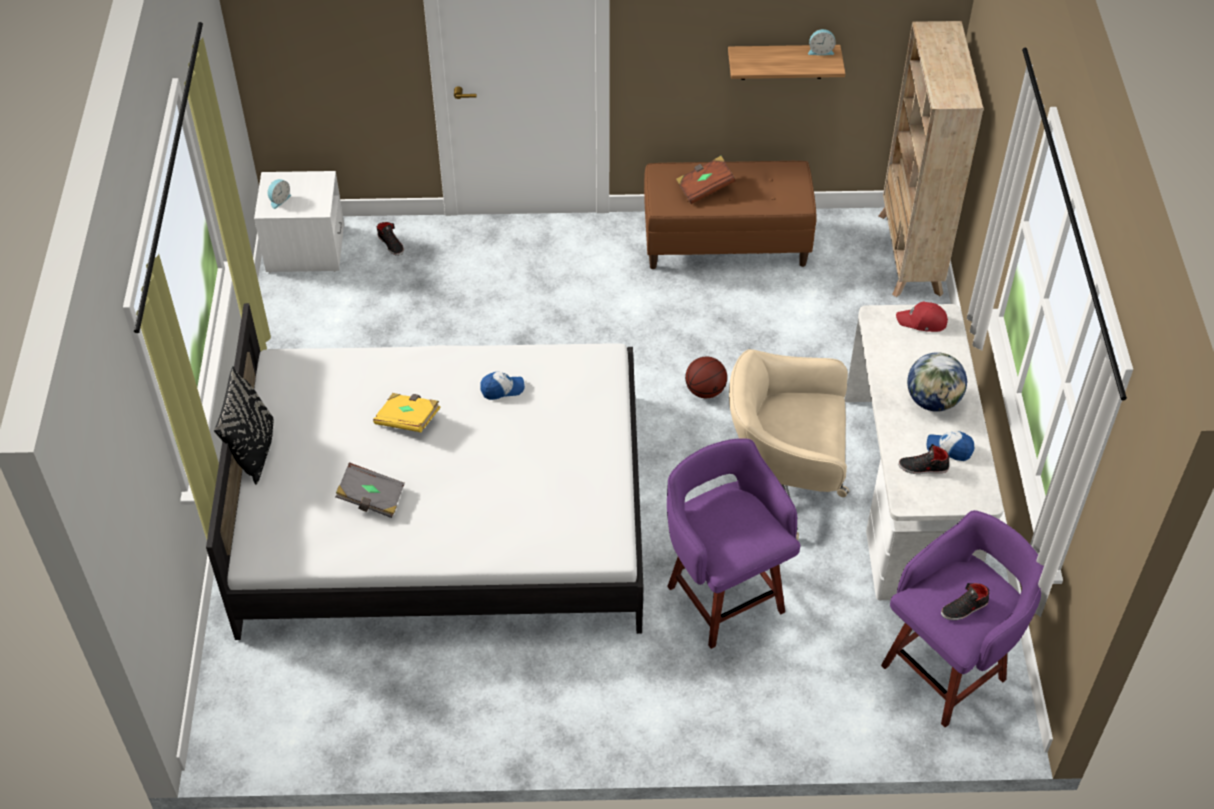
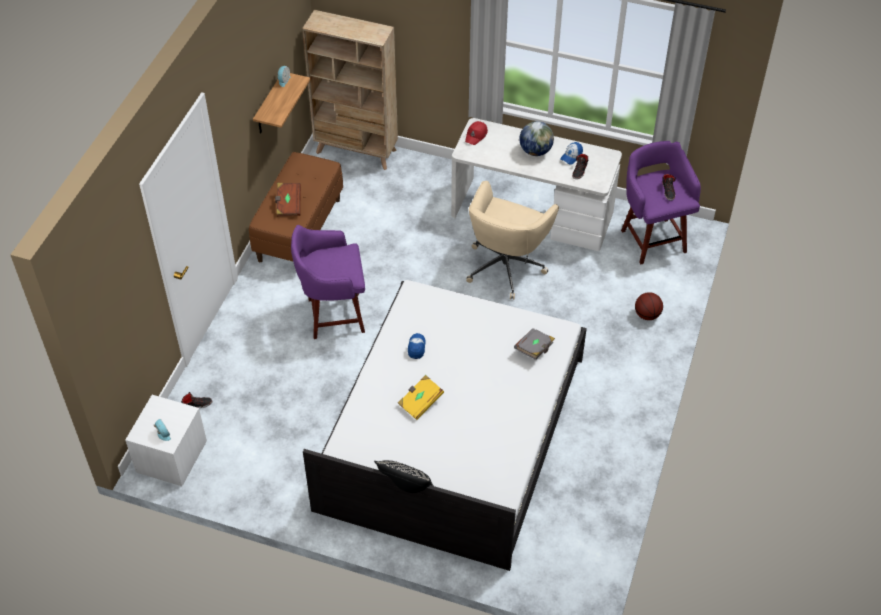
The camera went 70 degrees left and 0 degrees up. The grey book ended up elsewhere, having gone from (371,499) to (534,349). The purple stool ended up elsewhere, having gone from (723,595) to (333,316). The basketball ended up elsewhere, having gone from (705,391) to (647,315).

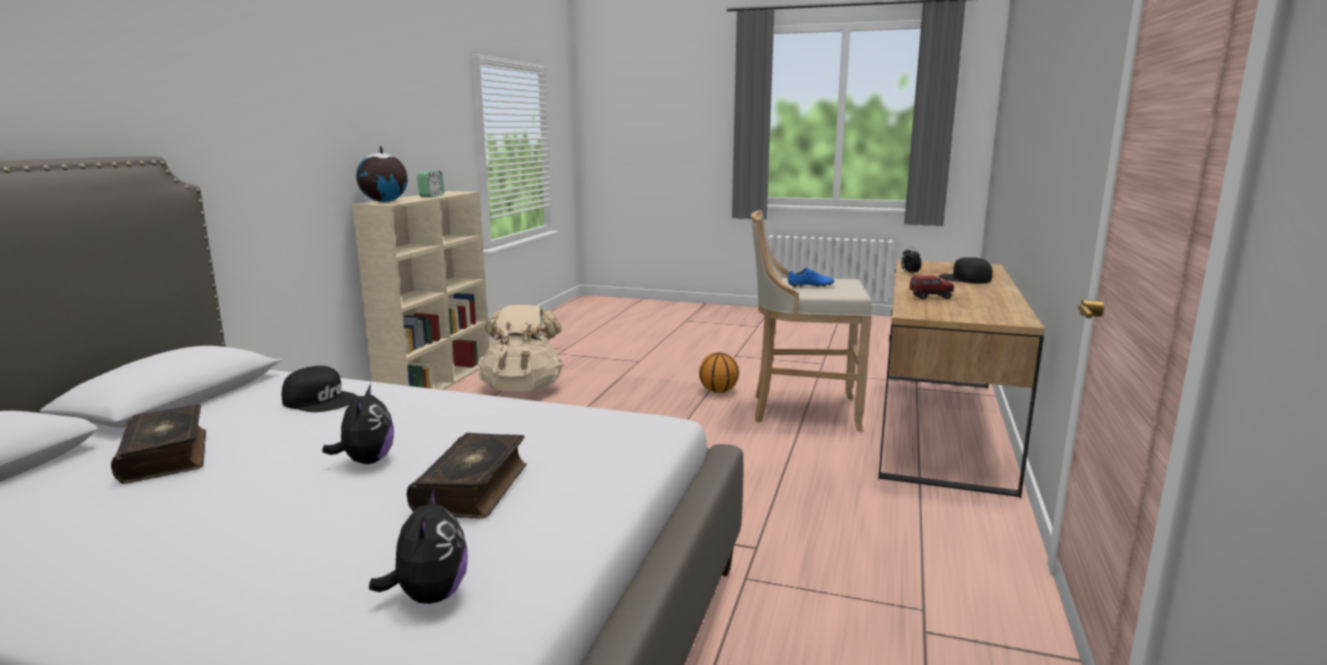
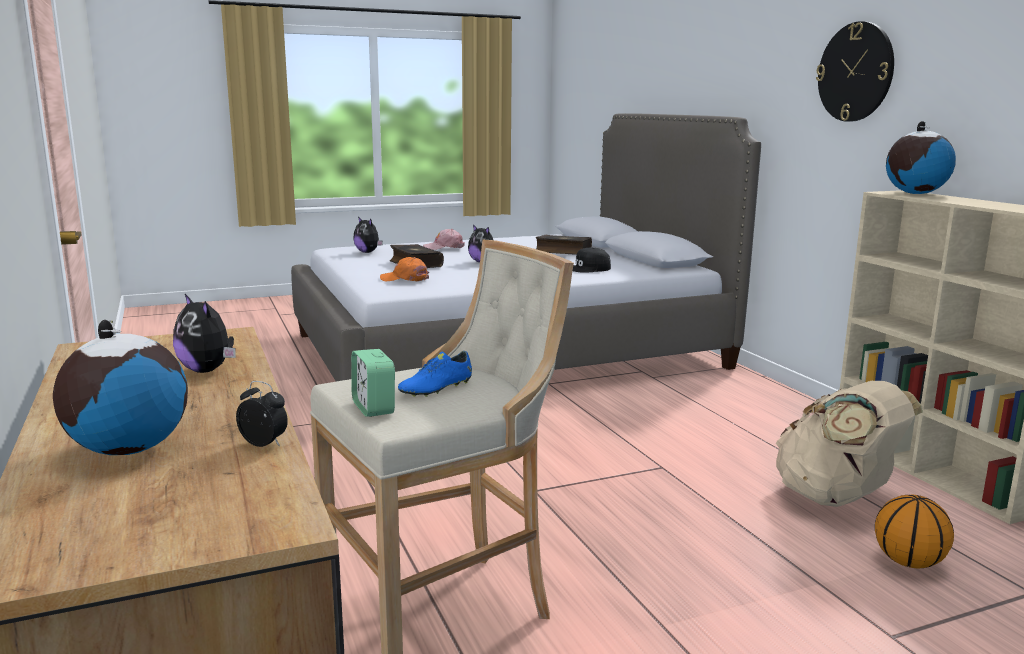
The camera went 140 degrees right and 0 degrees up. The alarm clock ended up elsewhere, having gone from (431,196) to (373,408). The basketball ended up elsewhere, having gone from (718,391) to (909,562). Where the toy truck stood at (930,297), the plush toy came to stand at (208,370). Where the black cap stood at (965,279), the globe came to stand at (128,449). The second view gained the orange cap at (405,279). The second view gained the pink cap at (444,247). The second view gained the wall clock at (855,72).

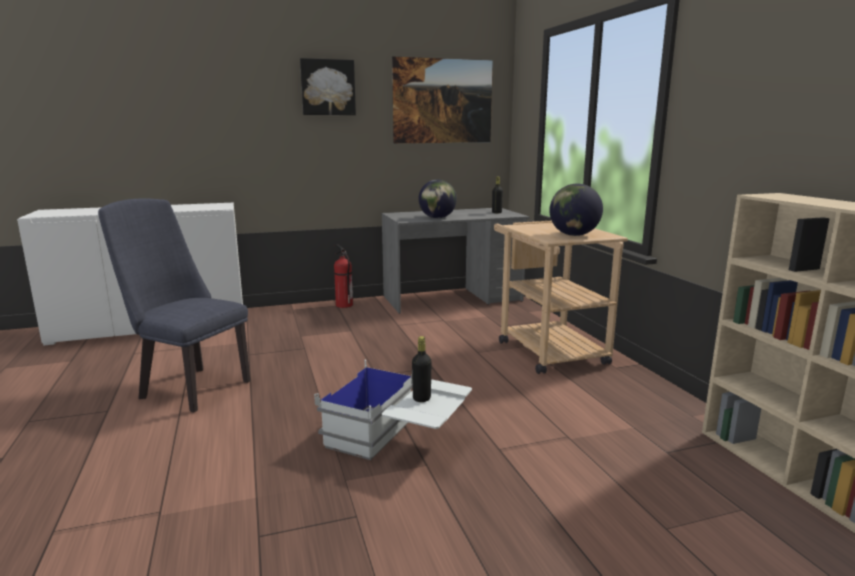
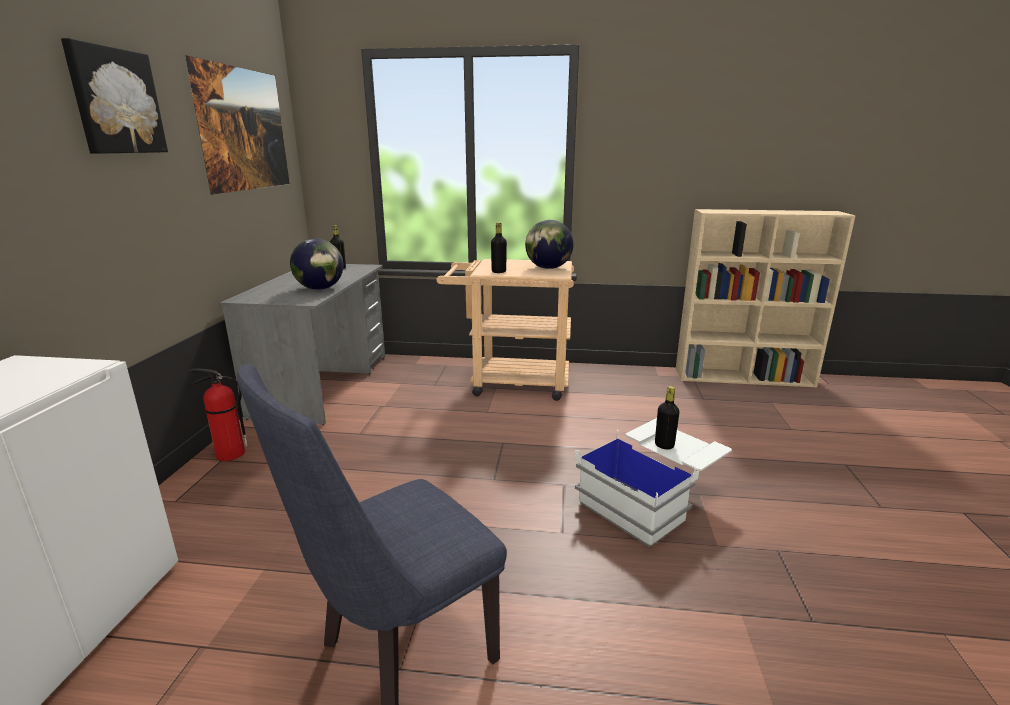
The camera went 65 degrees left and 5 degrees up. The second view gained the black bottle at (498,272).

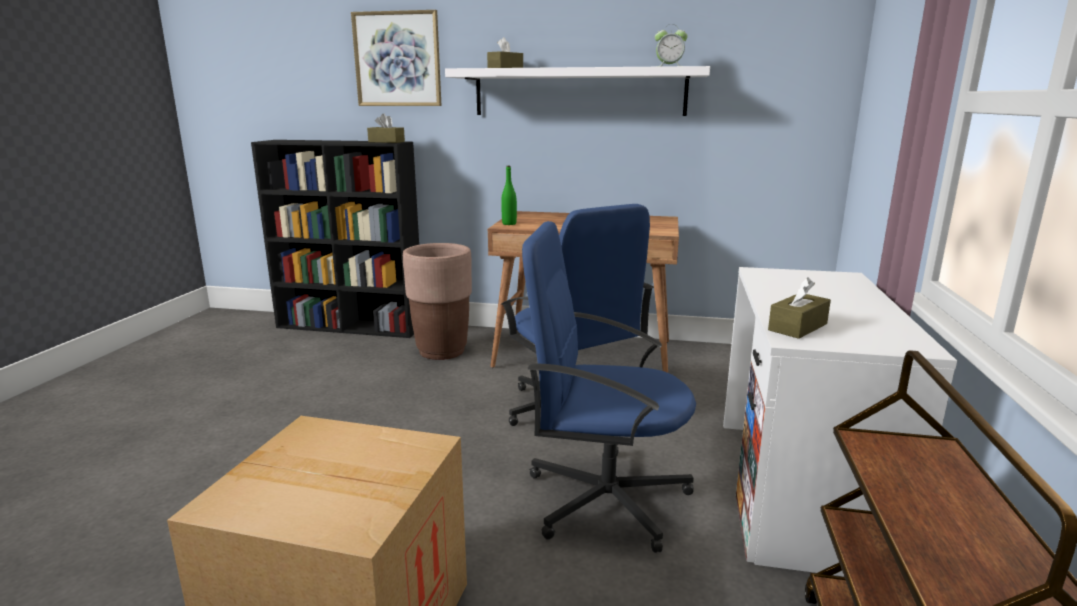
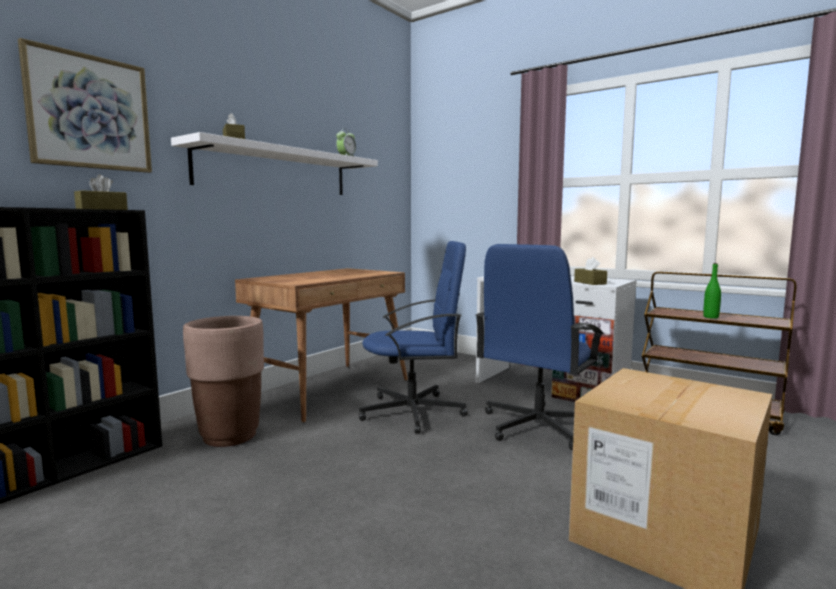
The camera went 65 degrees left and 10 degrees down. The green bottle ended up elsewhere, having gone from (509,224) to (711,317).

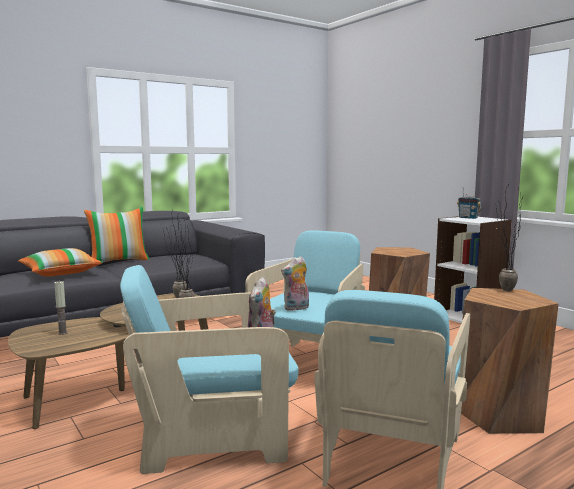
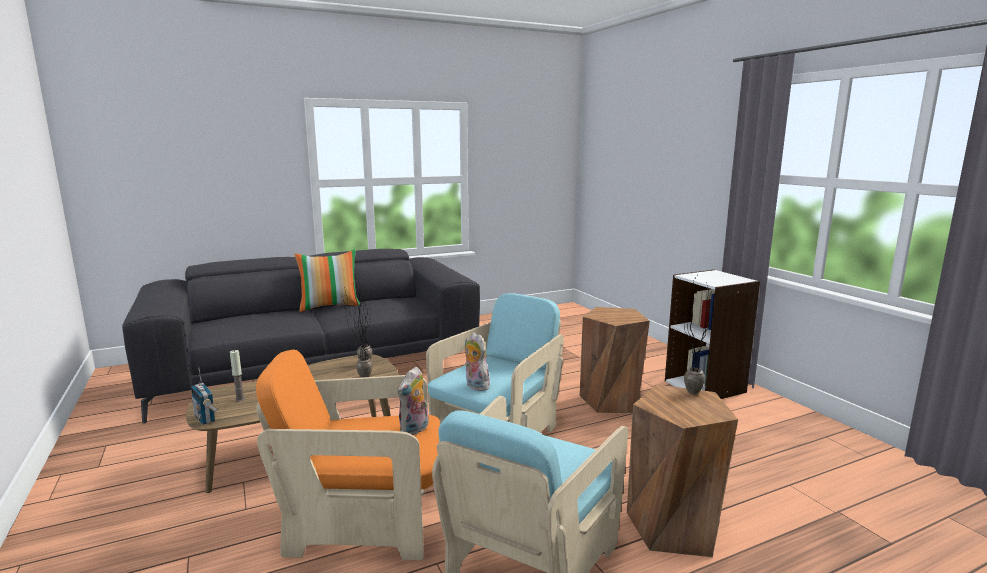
The camera went 10 degrees right and 5 degrees up. The second view lost the pillow at (61,273). What was the turquoise armchair at (212,436) turned into the orange armchair at (364,521). The plush toy at (296,308) ended up facing another way, 75 degrees clockwise from before. The radio ended up elsewhere, having gone from (468,218) to (206,419).

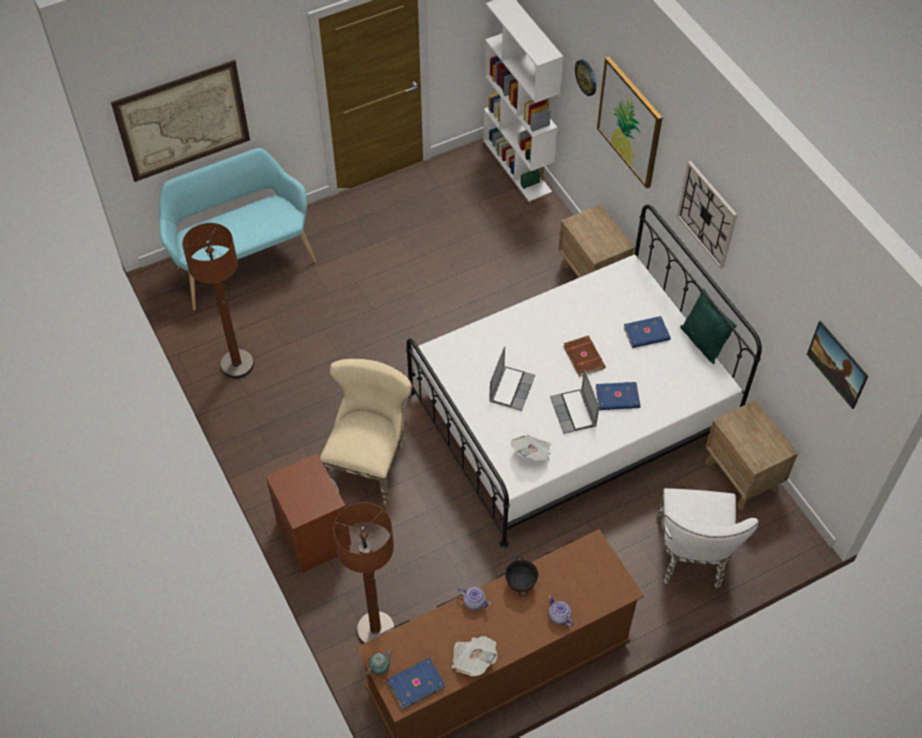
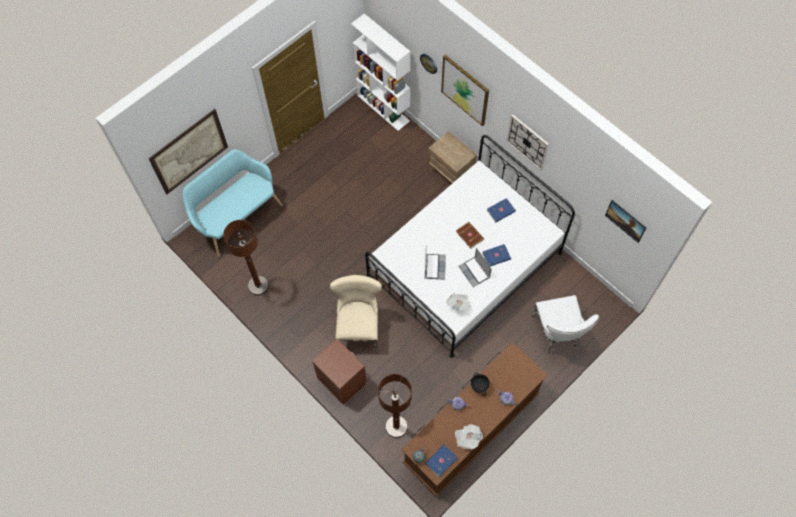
The camera went 15 degrees left and 10 degrees up. The second view lost the green pillow at (702,343). The second view lost the brown nightstand at (742,476).

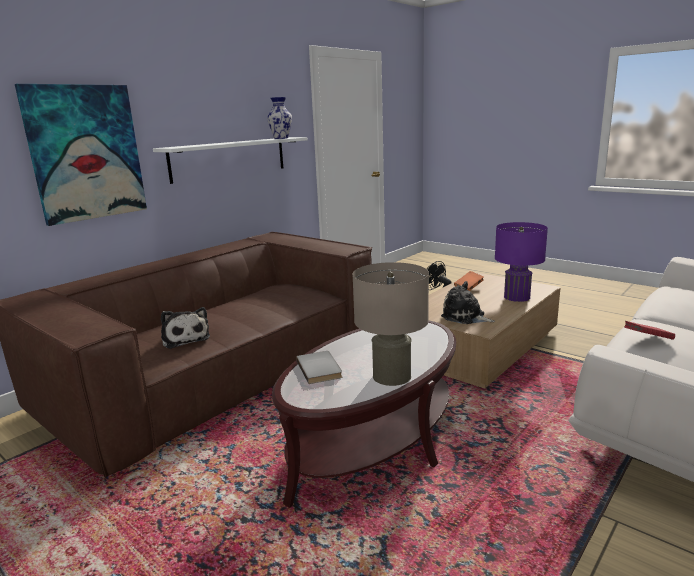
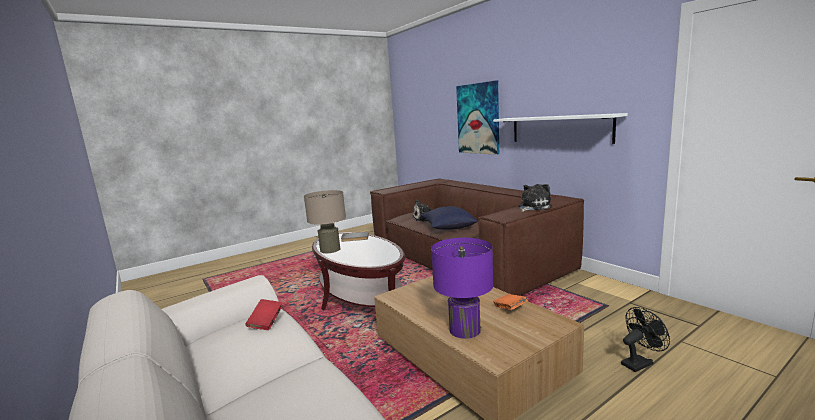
The camera went 105 degrees right and 5 degrees down. The second view lost the vase at (281,138). The plush toy ended up elsewhere, having gone from (465,317) to (532,207). The second view gained the blue pillow at (449,228).

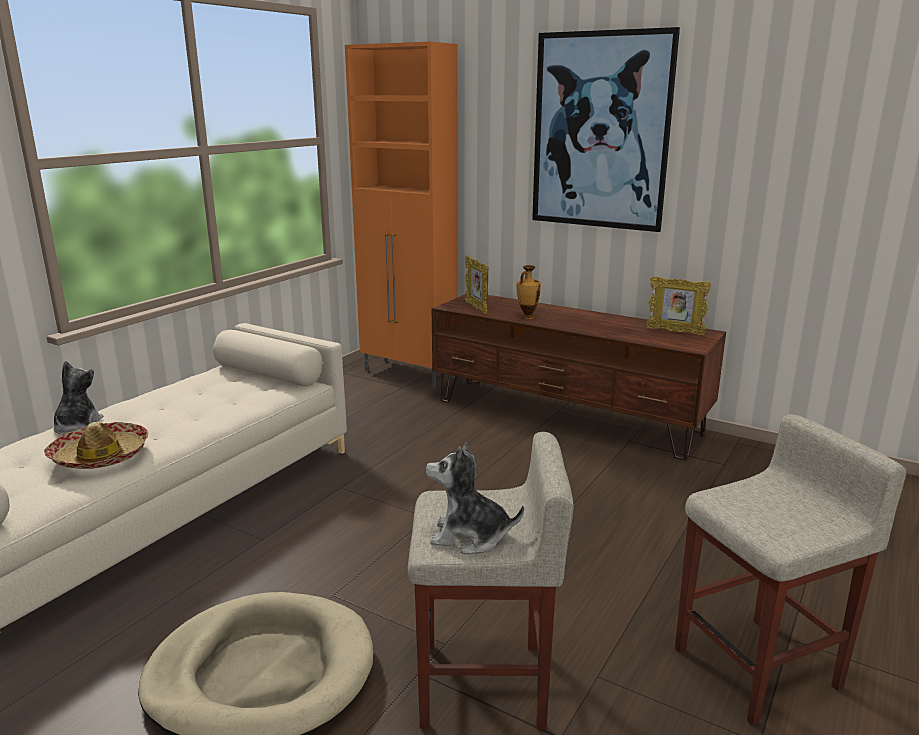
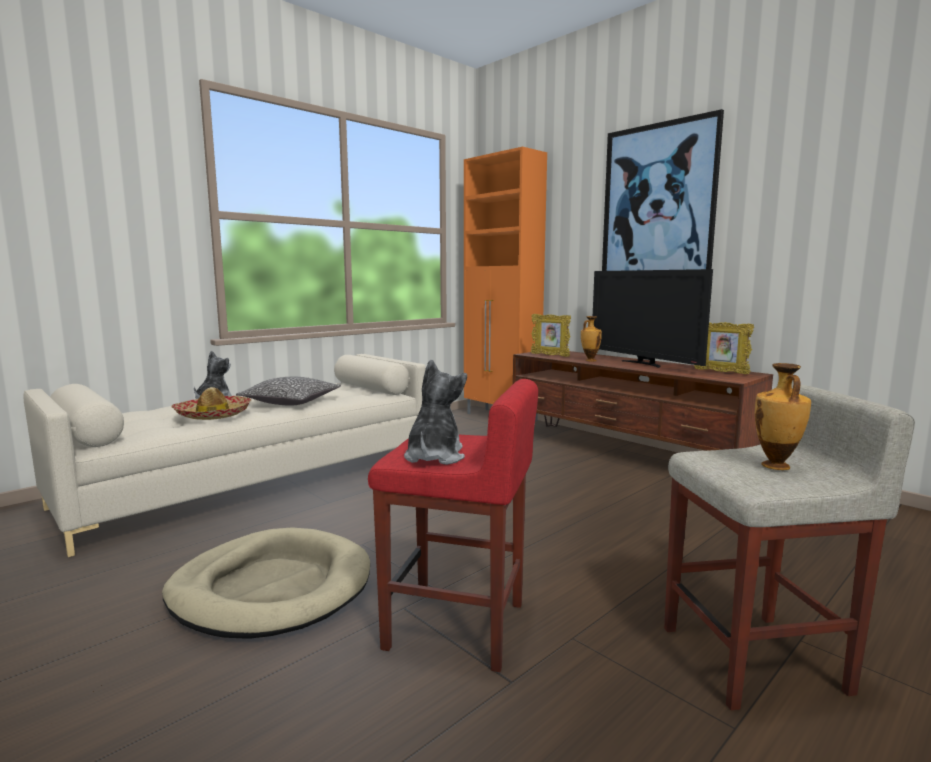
The camera went 15 degrees right and 10 degrees down. What was the beige stool at (484,684) turned into the red stool at (458,626). The plush toy at (470,537) ended up facing another way, 75 degrees clockwise from before. The picture frame at (476,308) ended up facing another way, 45 degrees counterclockwise from before. The second view gained the pillow at (291,402). The second view gained the television at (643,364). The second view gained the vase at (775,466).

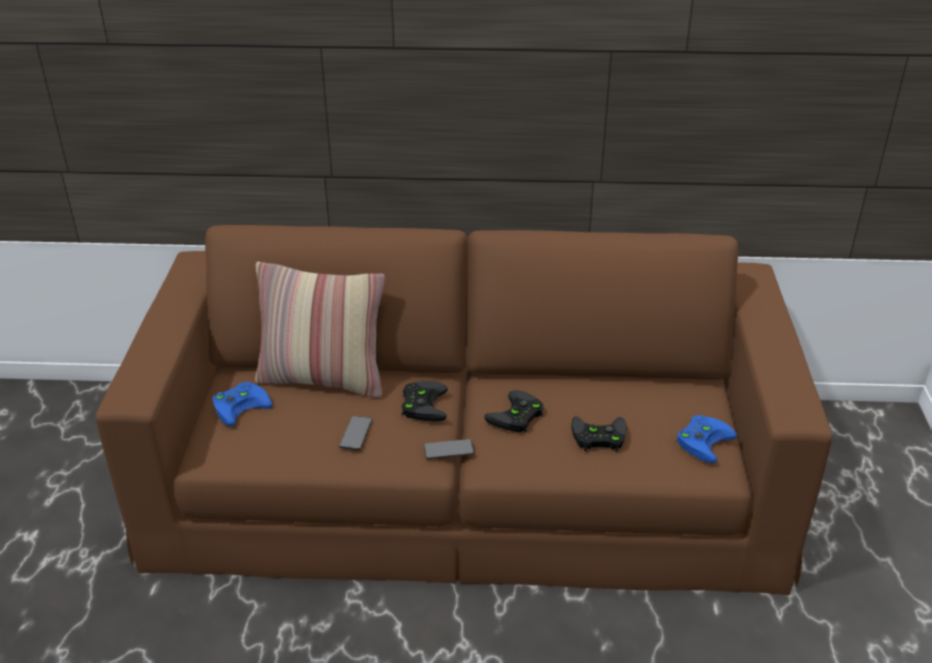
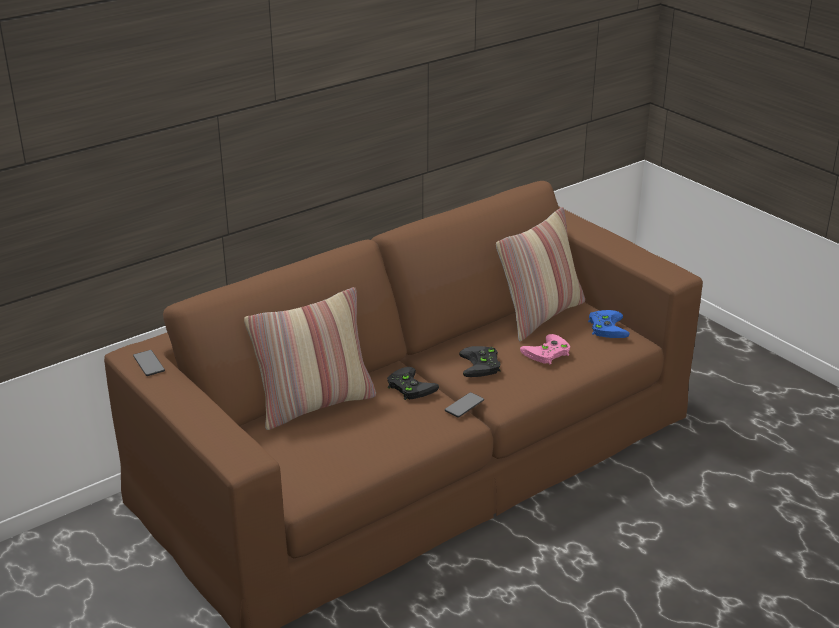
The camera went 40 degrees left and 5 degrees down. The second view lost the blue game controller at (241,404). The phone ended up elsewhere, having gone from (356,433) to (149,364). What was the black game controller at (597,437) turned into the pink game controller at (546,353). The second view gained the pillow at (540,316).

